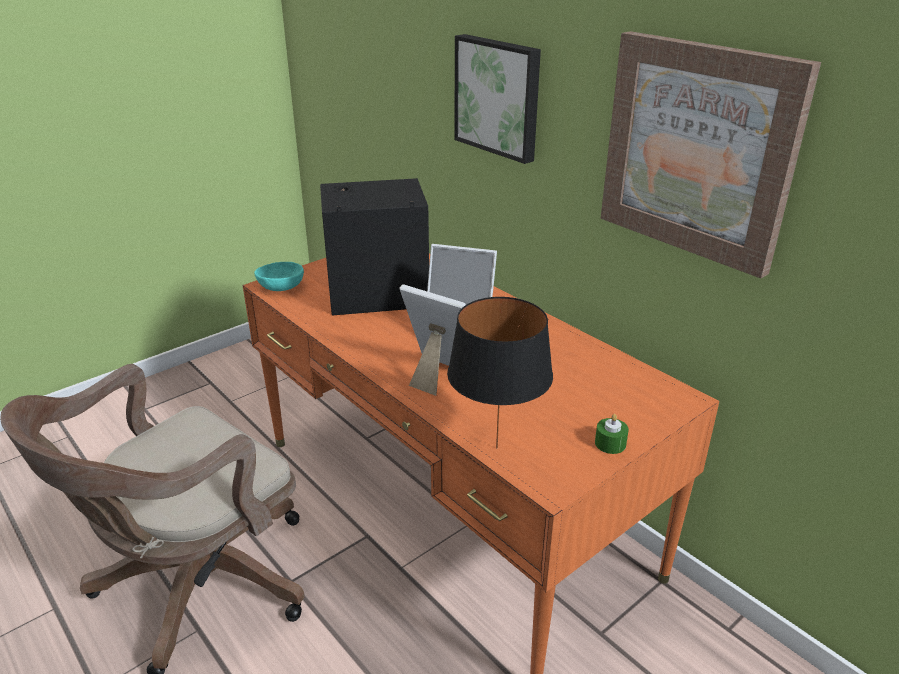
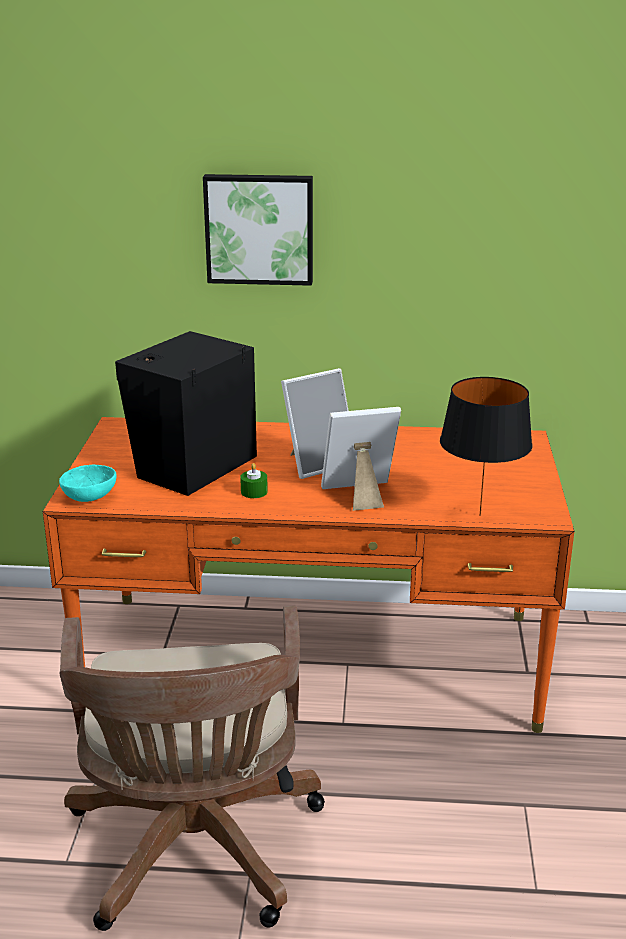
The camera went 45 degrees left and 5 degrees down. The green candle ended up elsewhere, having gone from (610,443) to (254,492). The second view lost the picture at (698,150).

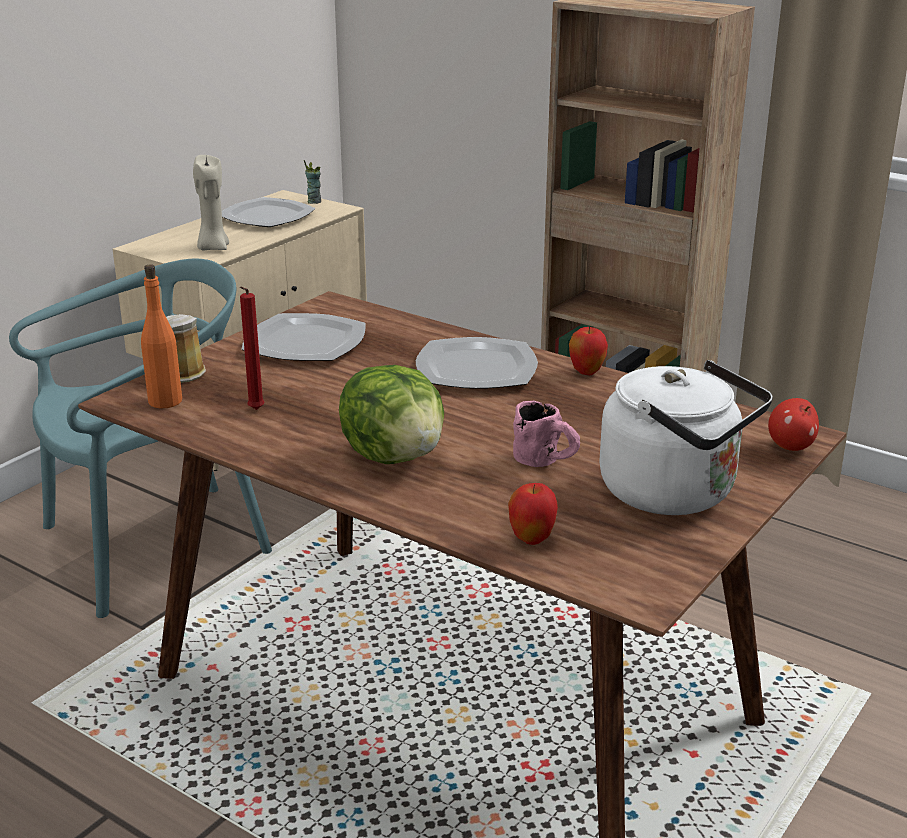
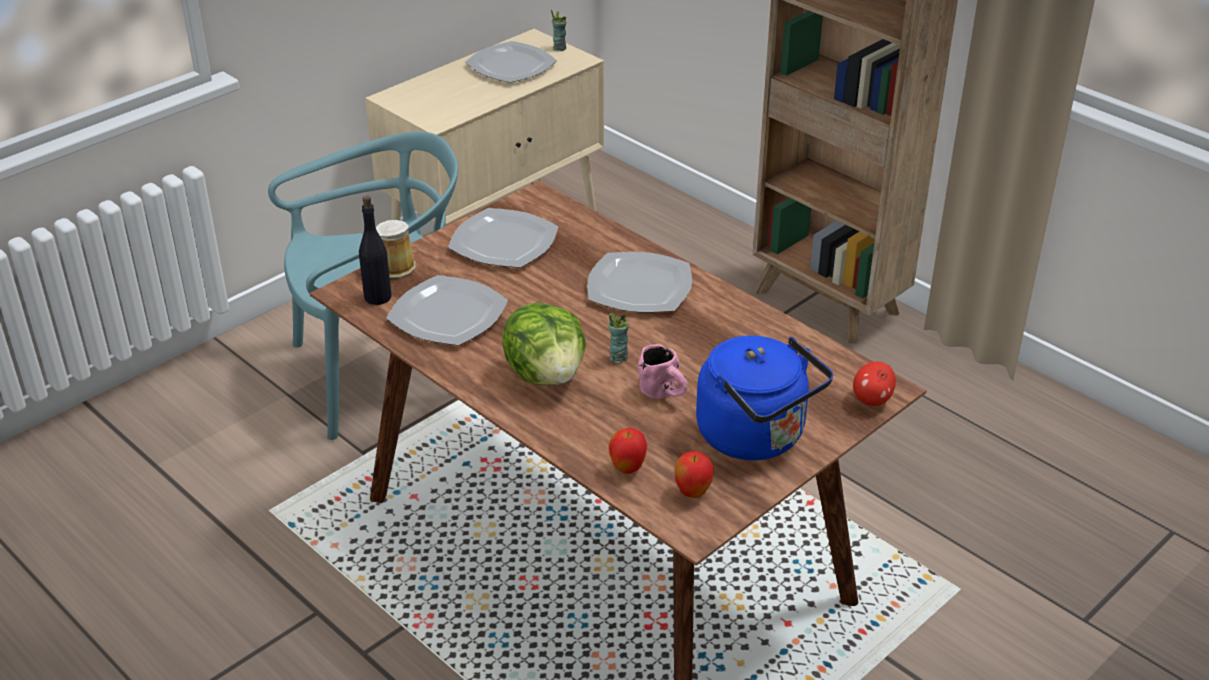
The camera went 10 degrees right and 10 degrees up. What was the orange bottle at (165,401) turned into the black bottle at (377,297). The second view lost the beige candle at (213,248). Where the red candle stood at (255,411), the plate came to stand at (446,315). The apple ended up elsewhere, having gone from (586,373) to (692,493). What was the white kettle at (676,493) turned into the blue kettle at (756,437). The second view gained the cup at (618,357).

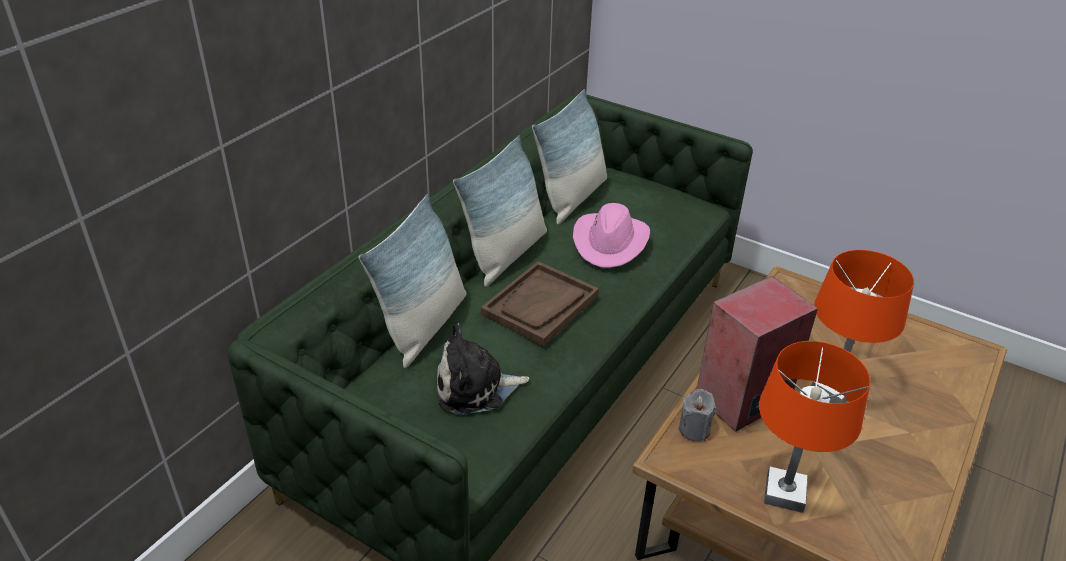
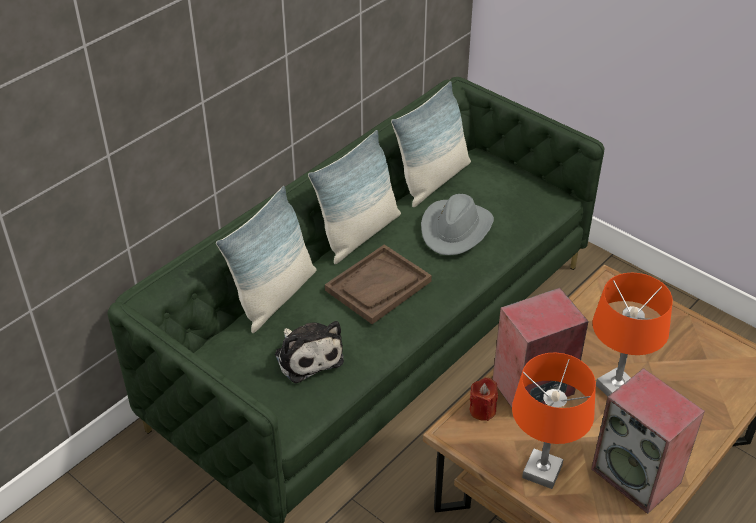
The camera went 10 degrees right and 5 degrees up. The plush toy at (475,387) ended up facing another way, 120 degrees counterclockwise from before. What was the pink hat at (610,242) turned into the grey hat at (456,229). What was the grey candle at (694,429) turned into the red candle at (482,410). The second view gained the speaker at (637,476).

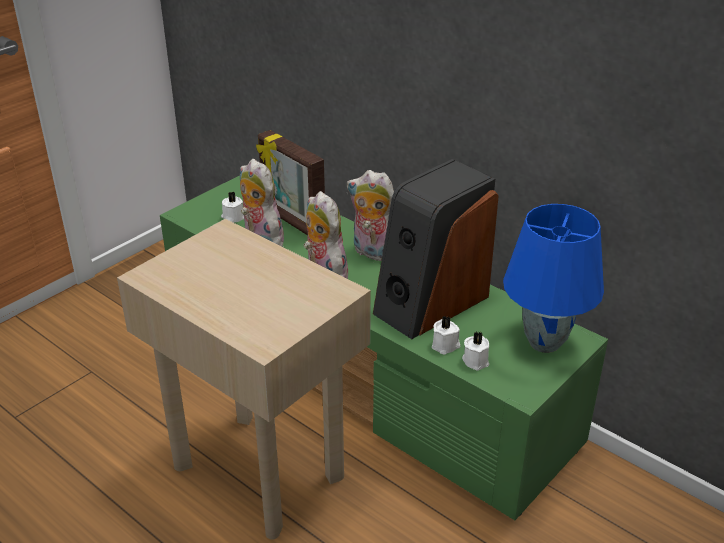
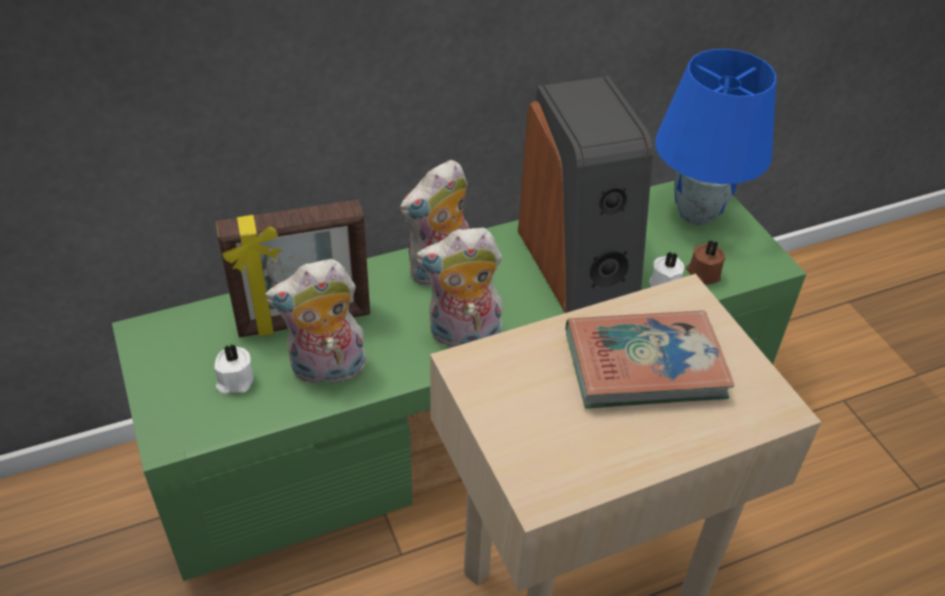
The camera went 65 degrees left and 10 degrees up. What was the white candle at (476,360) turned into the brown candle at (702,273). The second view gained the book at (644,365).

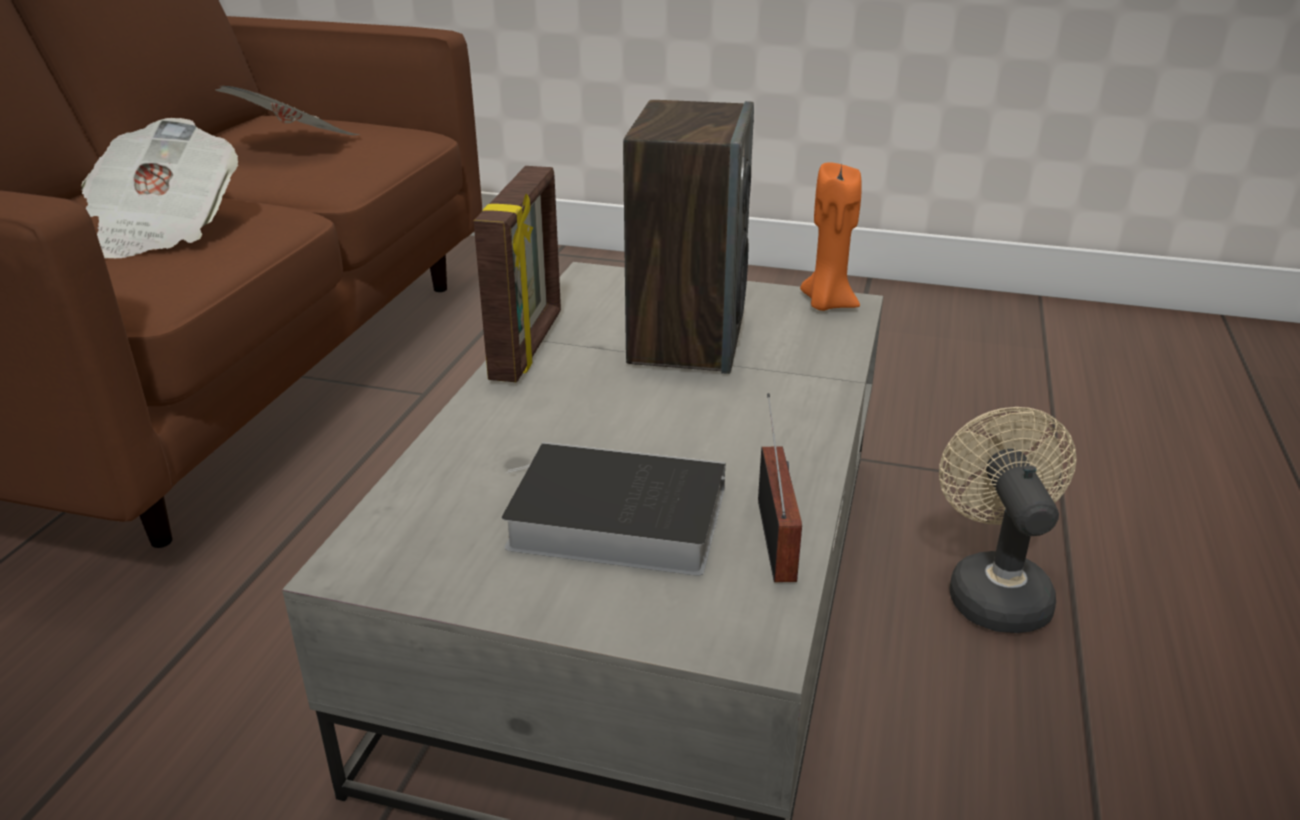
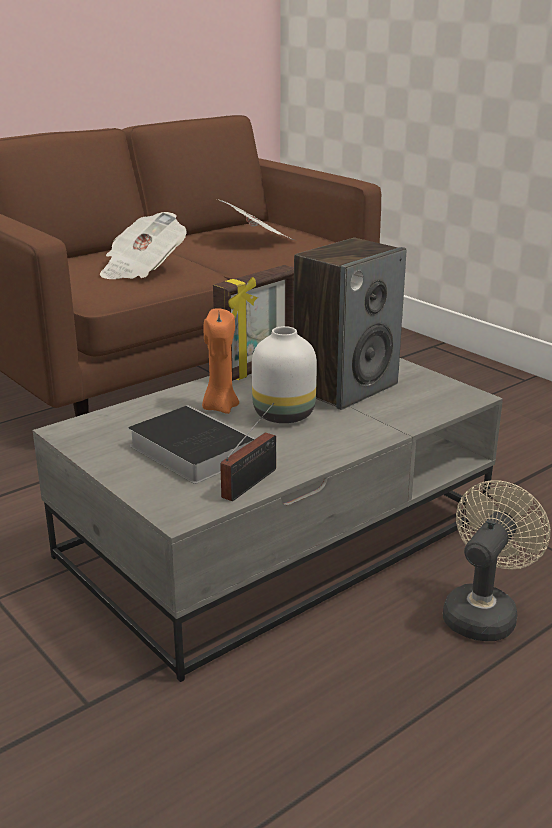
The camera went 35 degrees right and 5 degrees down. The orange candle ended up elsewhere, having gone from (827,304) to (220,407). The second view gained the white vase at (282,415).

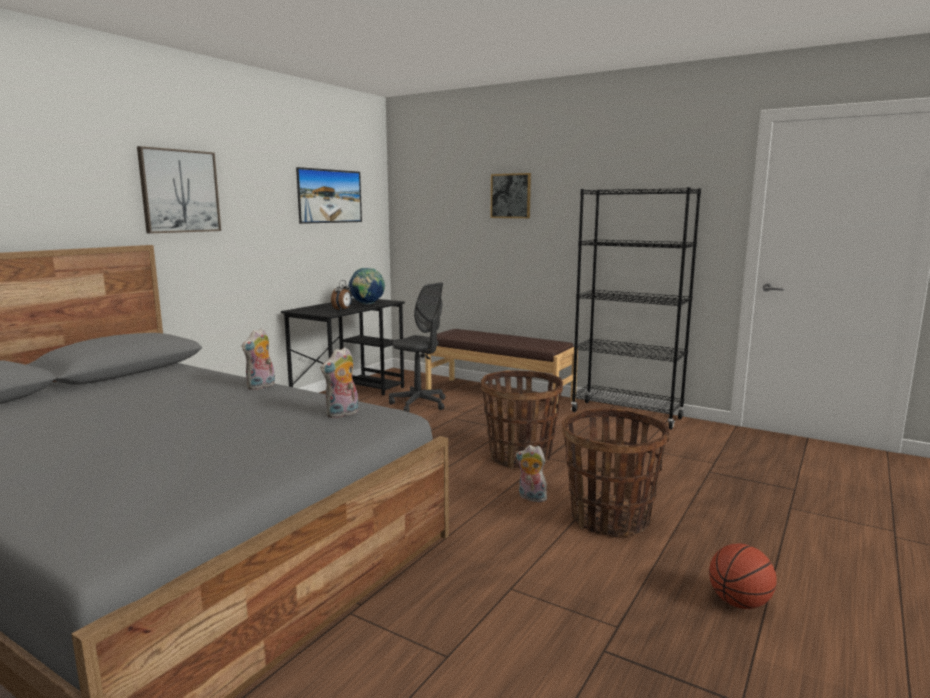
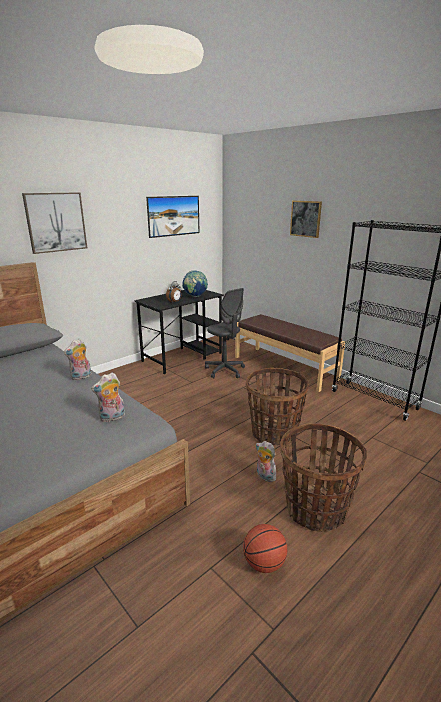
The camera went 15 degrees right and 10 degrees up. The basketball ended up elsewhere, having gone from (739,603) to (264,563).

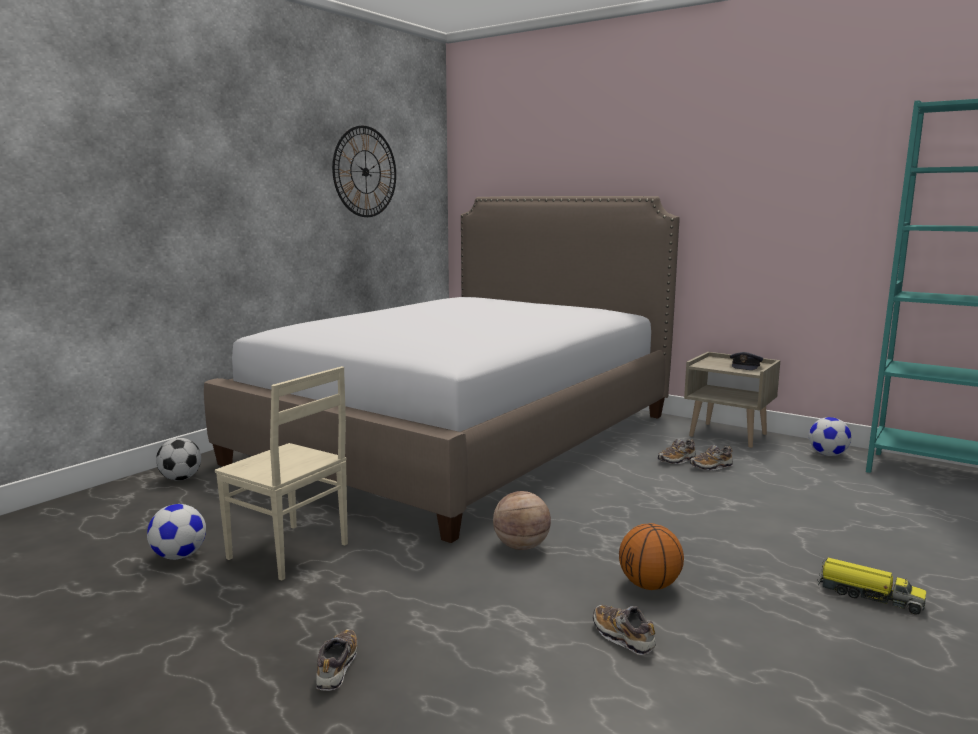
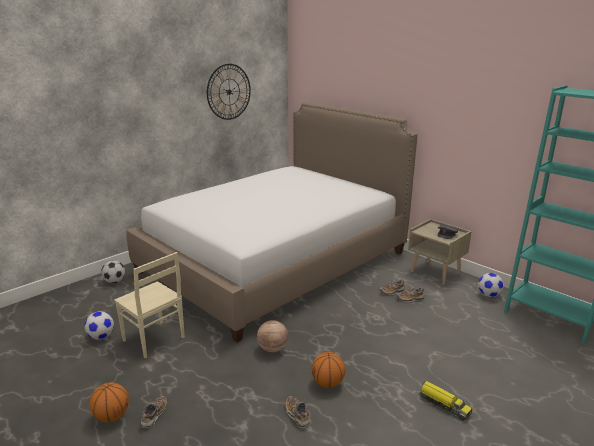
The camera went 10 degrees right and 10 degrees up. The second view gained the basketball at (112,416).

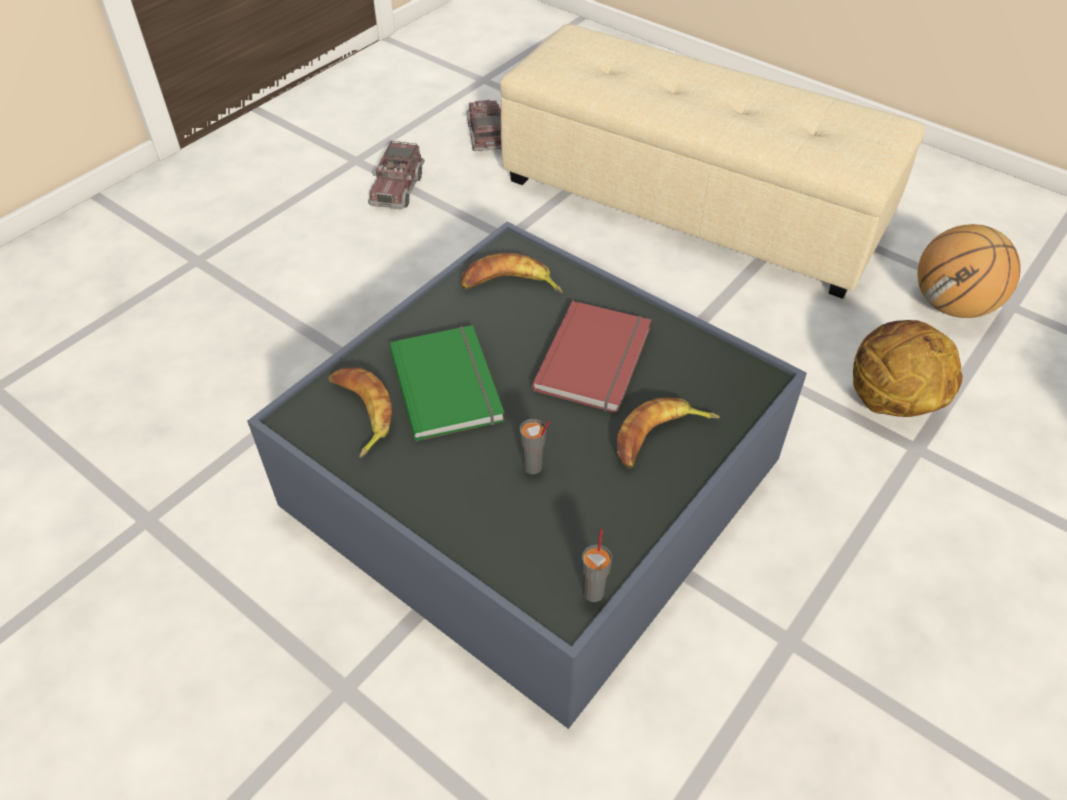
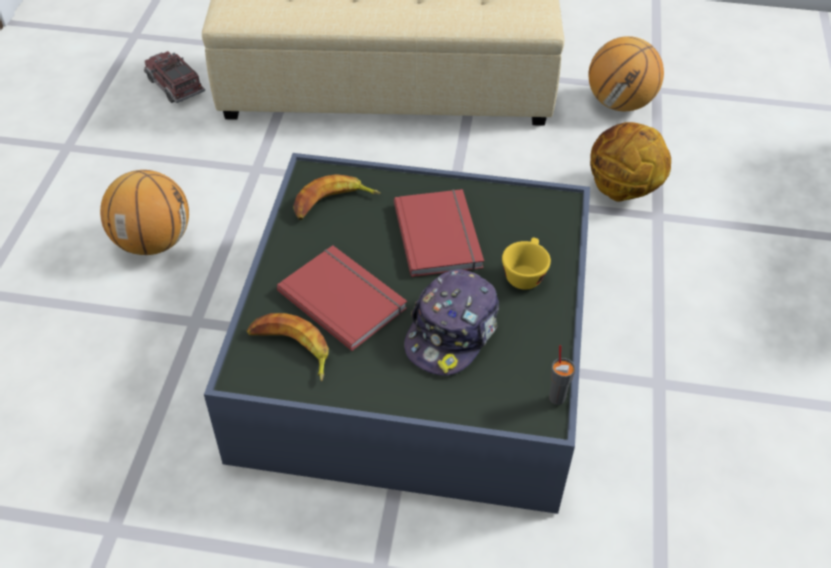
The camera went 30 degrees left and 0 degrees up. The second view lost the toy truck at (397,188). What was the green book at (450,384) turned into the red book at (344,298). Where the grey cup stood at (533,467), the cap came to stand at (452,332). Where the banana stood at (660,438), the yellow cup came to stand at (524,273). The second view gained the basketball at (153,241).

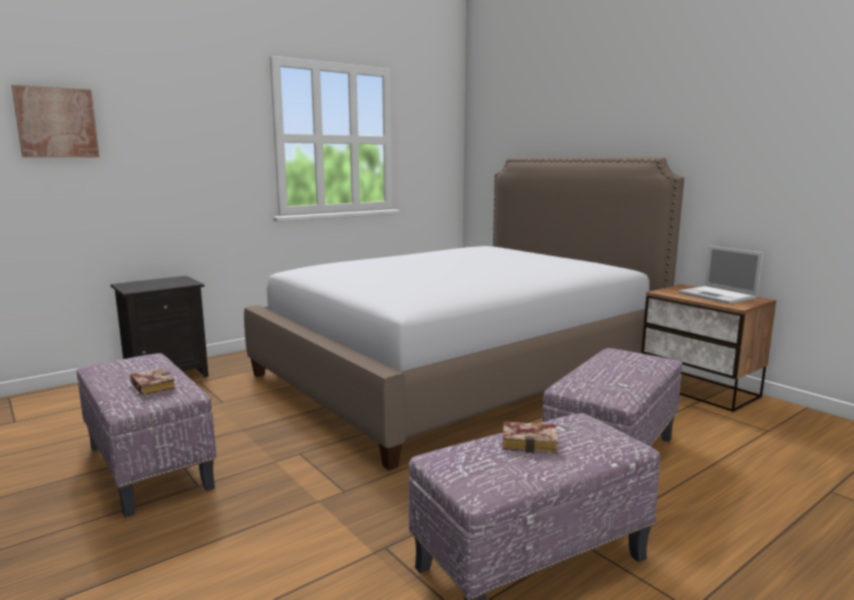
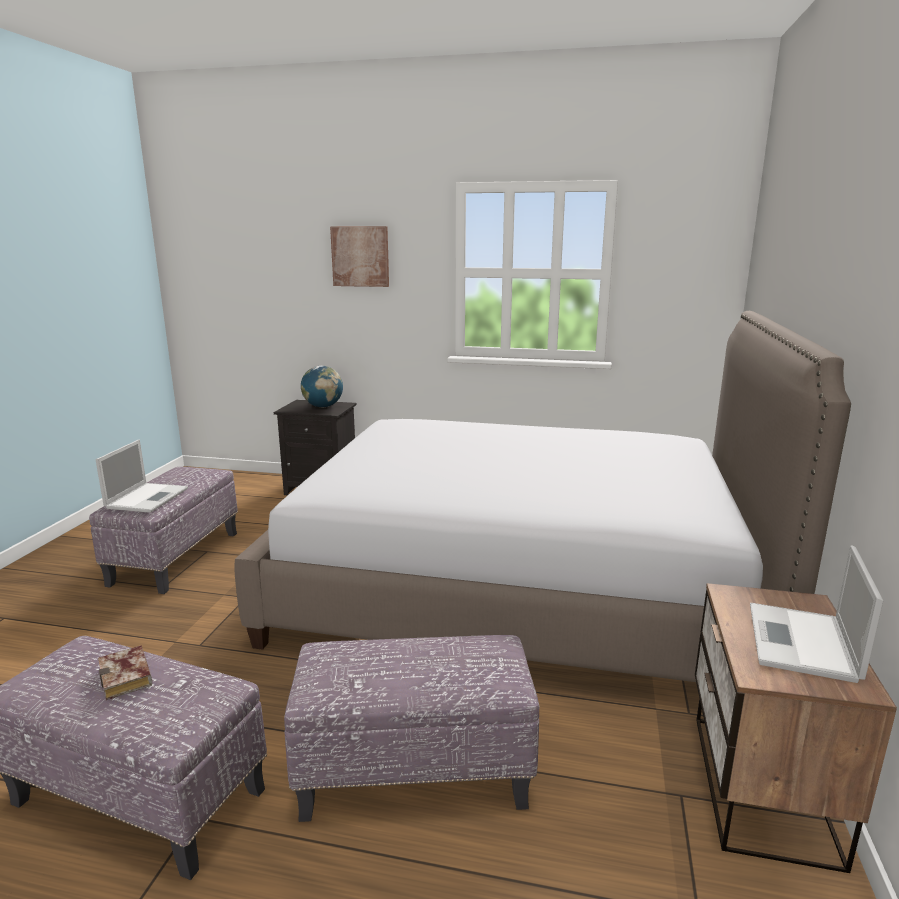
The camera went 50 degrees right and 5 degrees up. The picture ended up elsewhere, having gone from (56,122) to (360,256). Where the book stood at (150,386), the laptop came to stand at (148,497). The second view gained the globe at (323,406).

